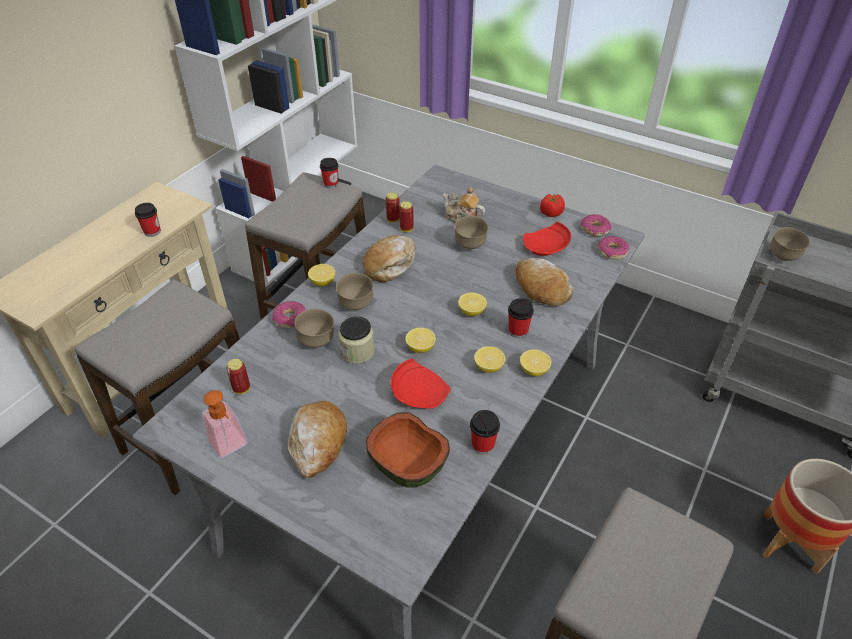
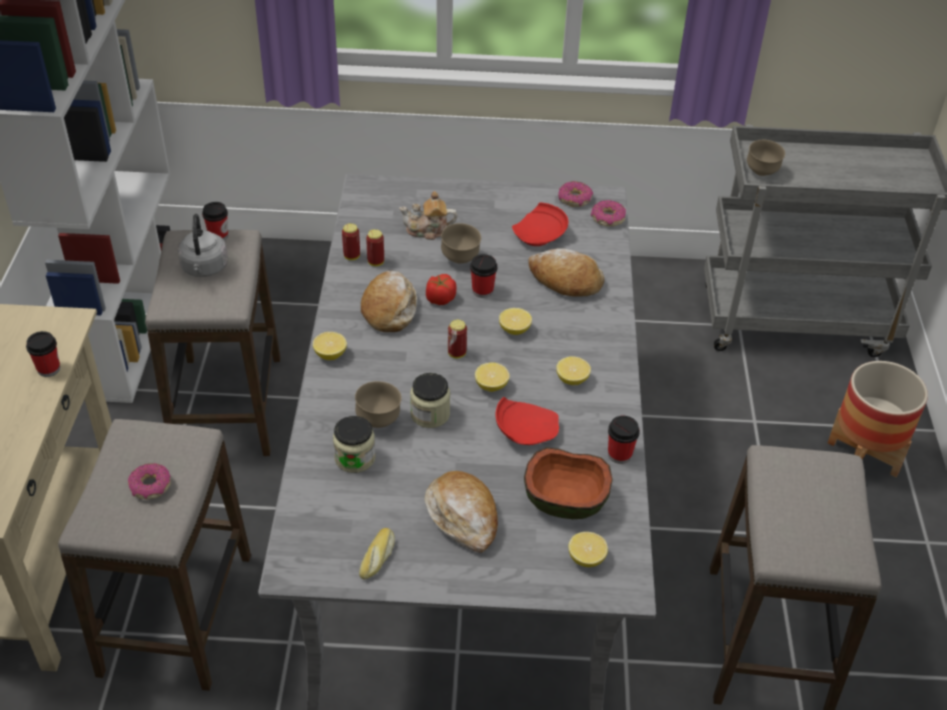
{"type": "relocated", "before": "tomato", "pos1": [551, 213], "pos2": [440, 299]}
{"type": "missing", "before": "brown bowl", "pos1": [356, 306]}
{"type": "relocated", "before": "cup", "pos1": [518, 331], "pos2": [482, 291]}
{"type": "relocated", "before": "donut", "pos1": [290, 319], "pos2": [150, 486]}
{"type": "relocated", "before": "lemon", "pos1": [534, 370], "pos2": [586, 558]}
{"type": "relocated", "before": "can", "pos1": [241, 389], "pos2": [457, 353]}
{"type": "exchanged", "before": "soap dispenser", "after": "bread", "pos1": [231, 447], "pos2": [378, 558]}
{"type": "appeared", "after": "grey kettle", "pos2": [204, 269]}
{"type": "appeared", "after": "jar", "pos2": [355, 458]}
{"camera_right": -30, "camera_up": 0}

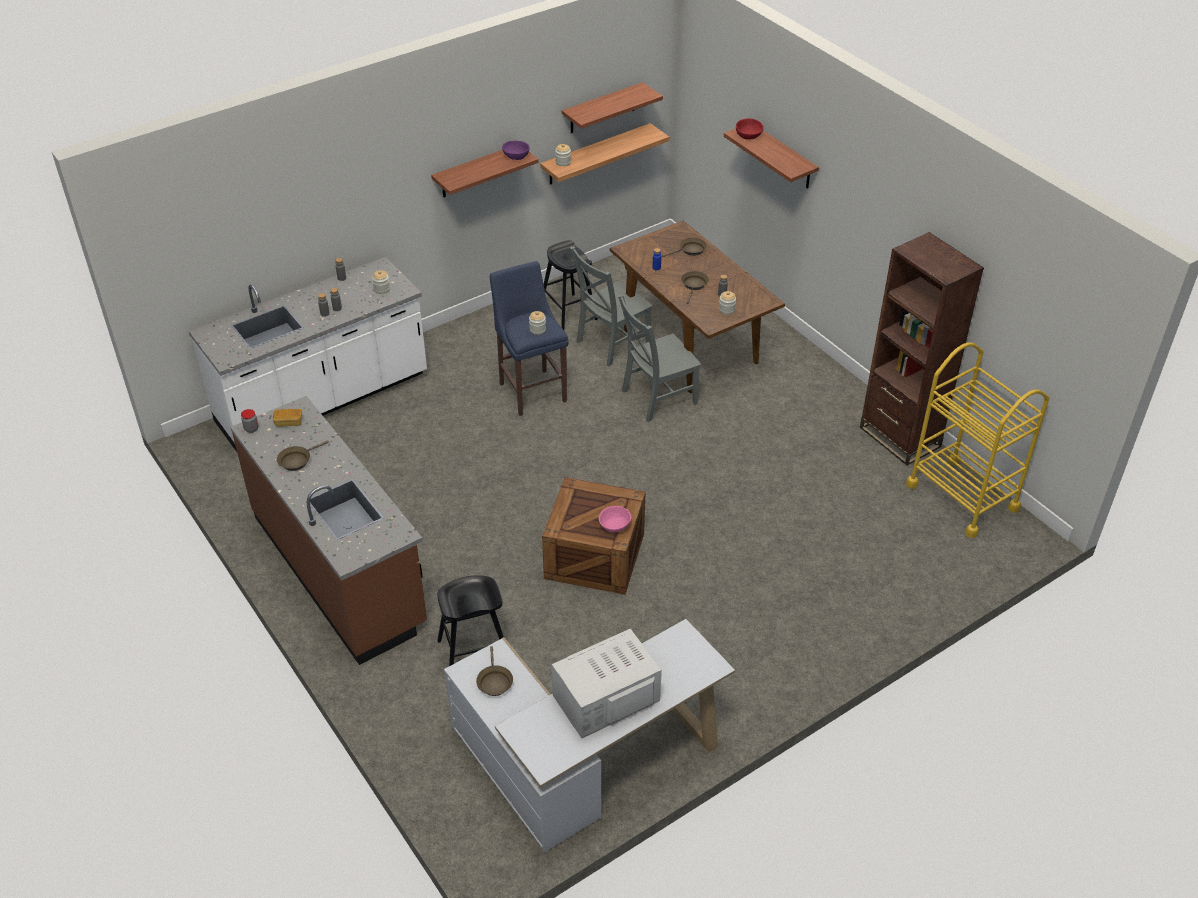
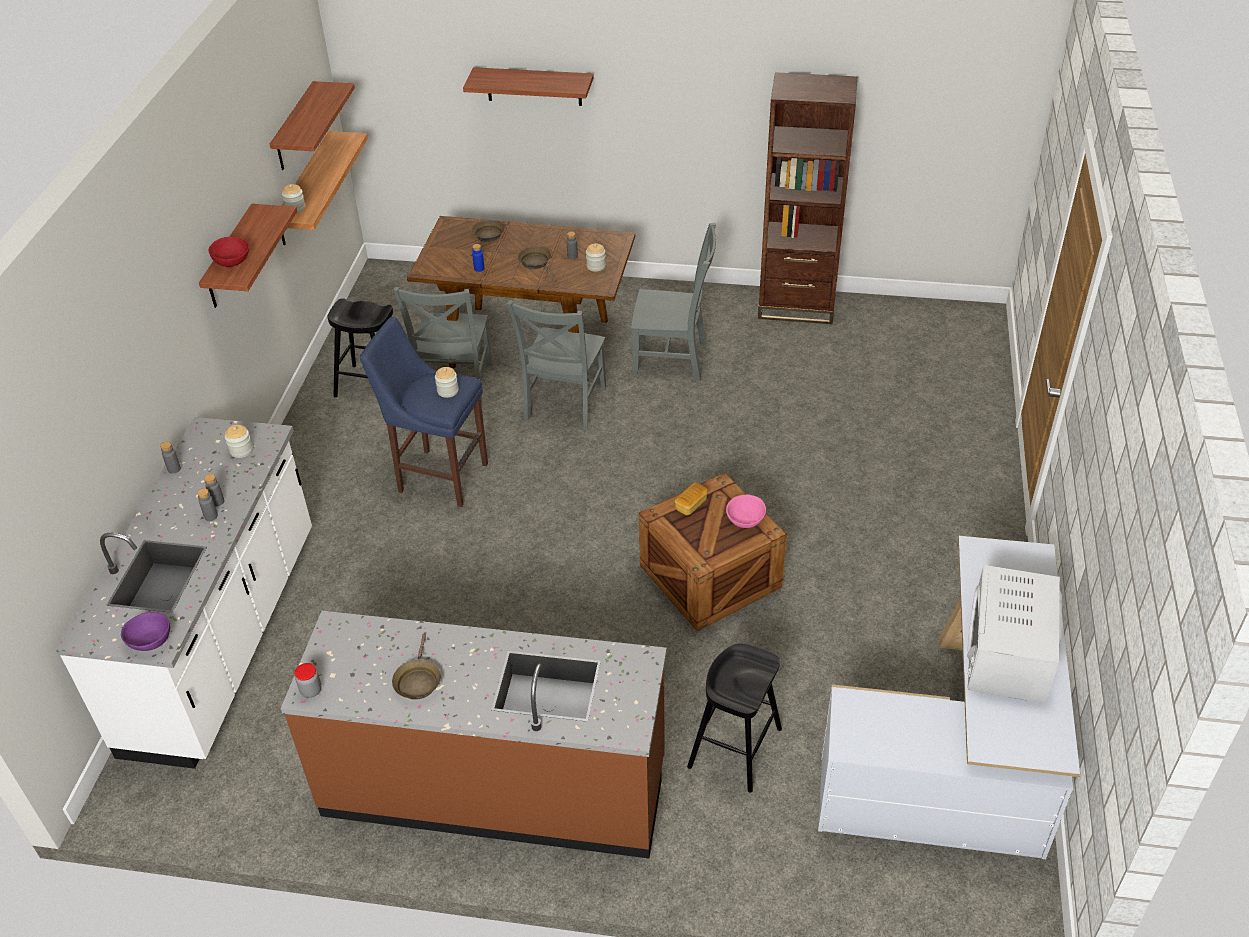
{"type": "relocated", "before": "red bowl", "pos1": [748, 136], "pos2": [231, 261]}
{"type": "relocated", "before": "purple bowl", "pos1": [516, 157], "pos2": [151, 641]}
{"type": "missing", "before": "yellow cart", "pos1": [962, 497]}
{"type": "relocated", "before": "bread", "pos1": [289, 422], "pos2": [691, 505]}
{"type": "missing", "before": "brown frying pan", "pos1": [494, 681]}
{"type": "appeared", "after": "grey chair", "pos2": [674, 359]}
{"camera_right": -45, "camera_up": 0}

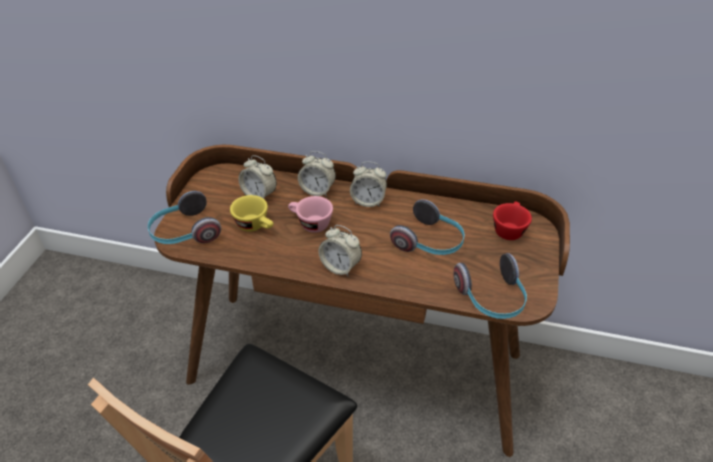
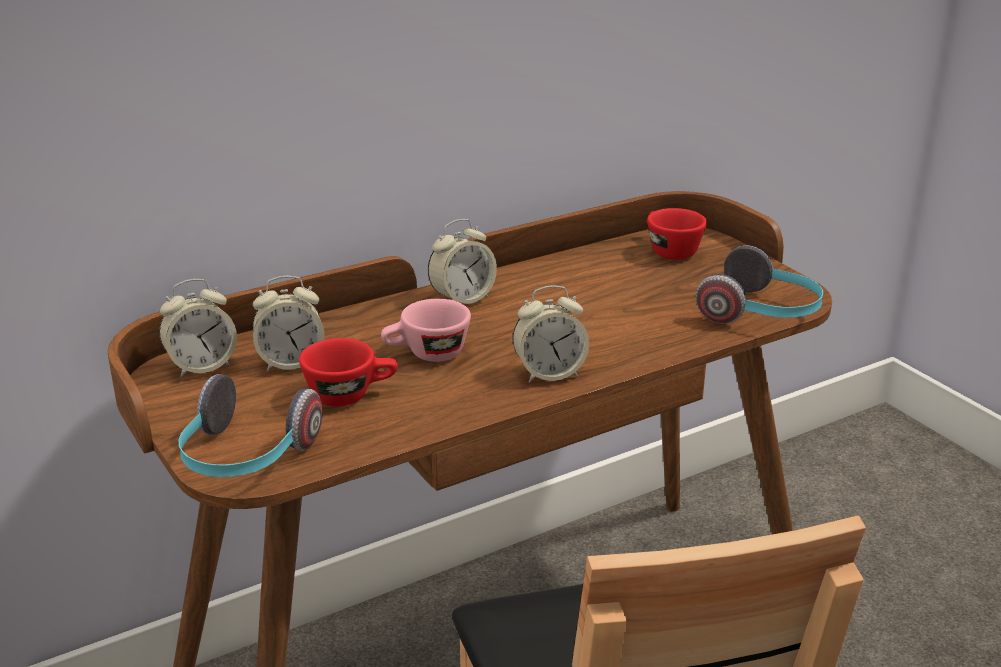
{"type": "relocated", "before": "alarm clock", "pos1": [317, 190], "pos2": [202, 366]}
{"type": "colour", "before": "yellow cup", "after": "red cup", "pos1": [256, 226], "pos2": [351, 394]}
{"type": "missing", "before": "headphones", "pos1": [430, 242]}
{"camera_right": -45, "camera_up": -15}

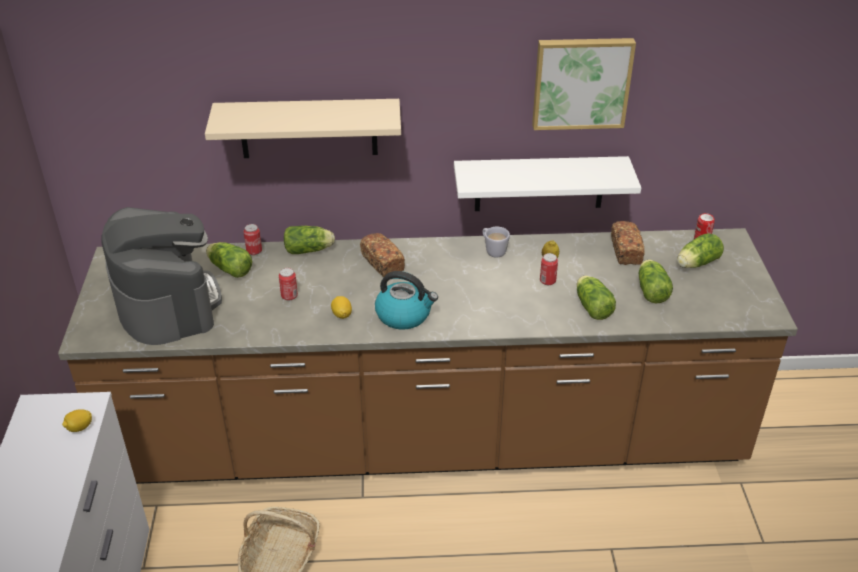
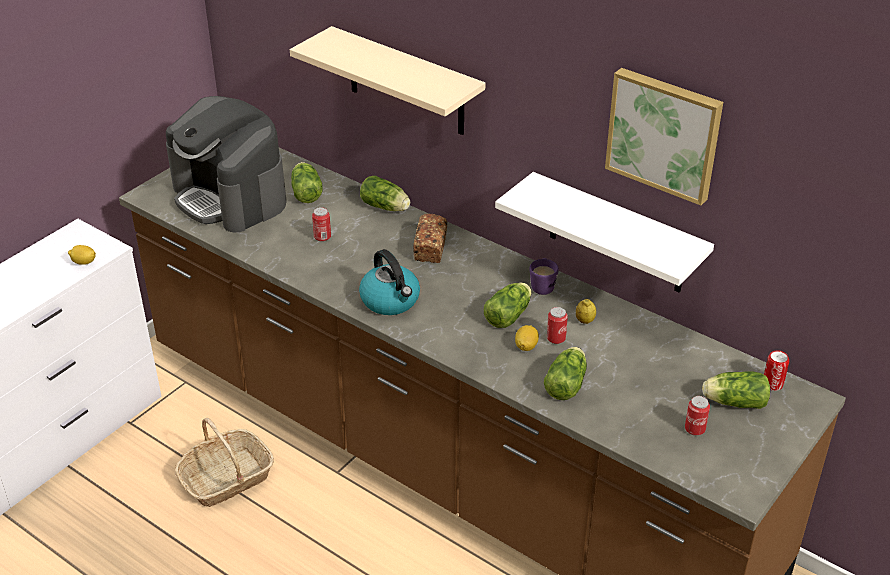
{"type": "spun", "before": "coffee machine", "pos1": [167, 303], "pos2": [230, 197], "turn": 120}
{"type": "missing", "before": "bread", "pos1": [626, 252]}
{"type": "relocated", "before": "can", "pos1": [254, 251], "pos2": [694, 429]}
{"type": "colour", "before": "white mug", "after": "purple mug", "pos1": [493, 250], "pos2": [542, 285]}
{"type": "relocated", "before": "lettuce", "pos1": [651, 290], "pos2": [509, 314]}
{"type": "relocated", "before": "lemon", "pos1": [342, 314], "pos2": [526, 346]}
{"camera_right": 40, "camera_up": 0}

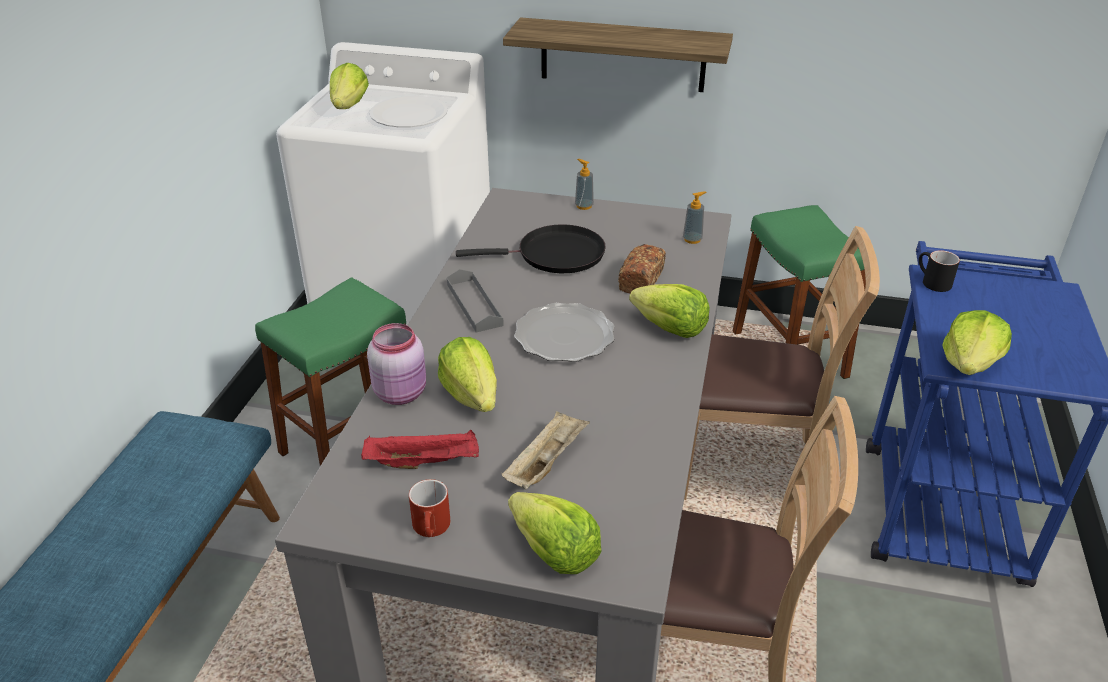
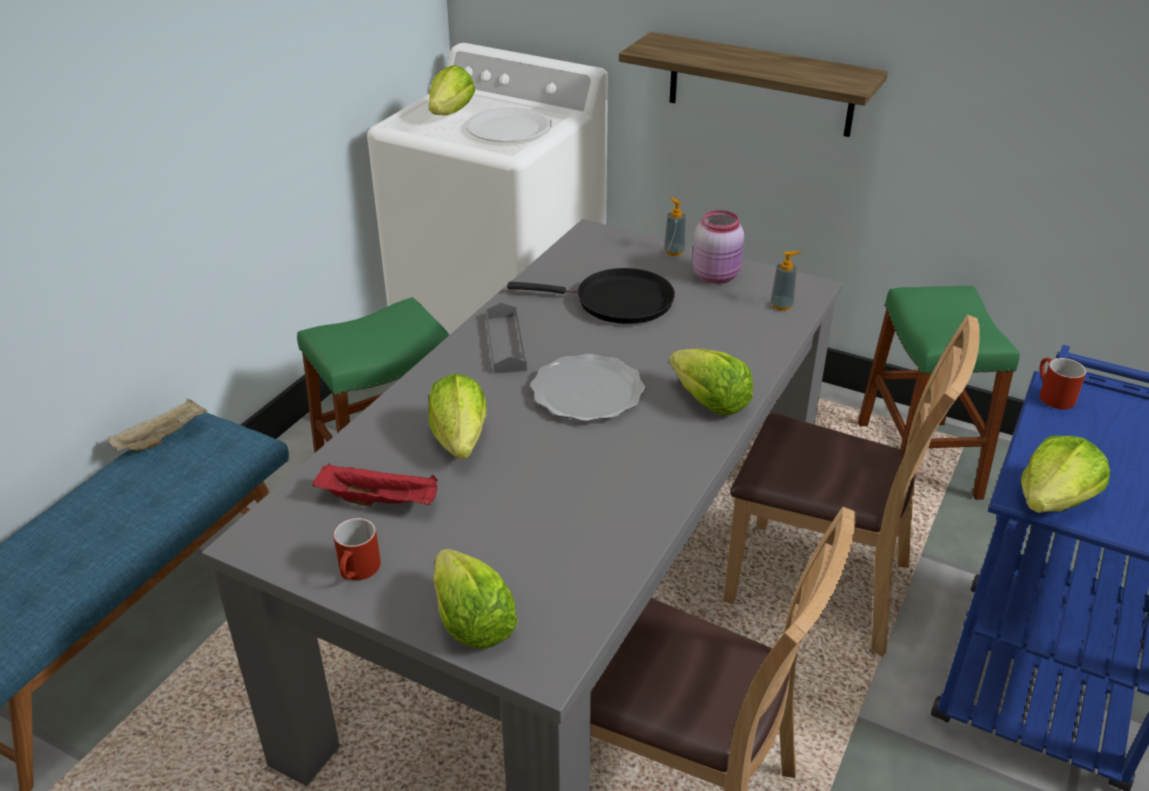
{"type": "missing", "before": "bread", "pos1": [641, 280]}
{"type": "colour", "before": "black mug", "after": "red mug", "pos1": [931, 282], "pos2": [1051, 395]}
{"type": "relocated", "before": "pink jar", "pos1": [402, 393], "pos2": [717, 276]}
{"type": "relocated", "before": "beige tray", "pos1": [546, 462], "pos2": [162, 437]}
{"camera_right": 15, "camera_up": 0}

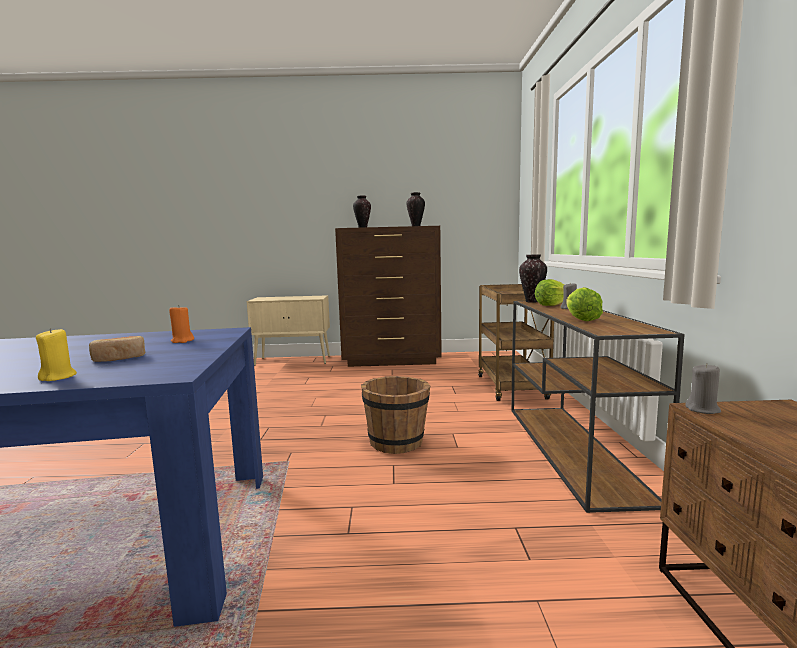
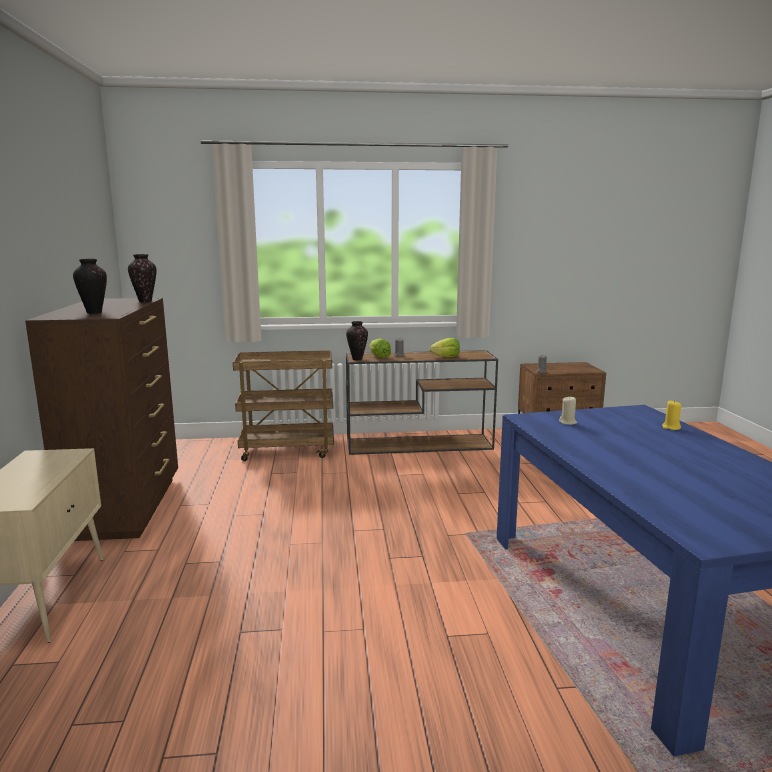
{"type": "colour", "before": "orange candle", "after": "beige candle", "pos1": [182, 341], "pos2": [568, 422]}
{"type": "missing", "before": "bread", "pos1": [119, 358]}
{"type": "missing", "before": "brown bucket", "pos1": [397, 442]}
{"camera_right": -95, "camera_up": 5}

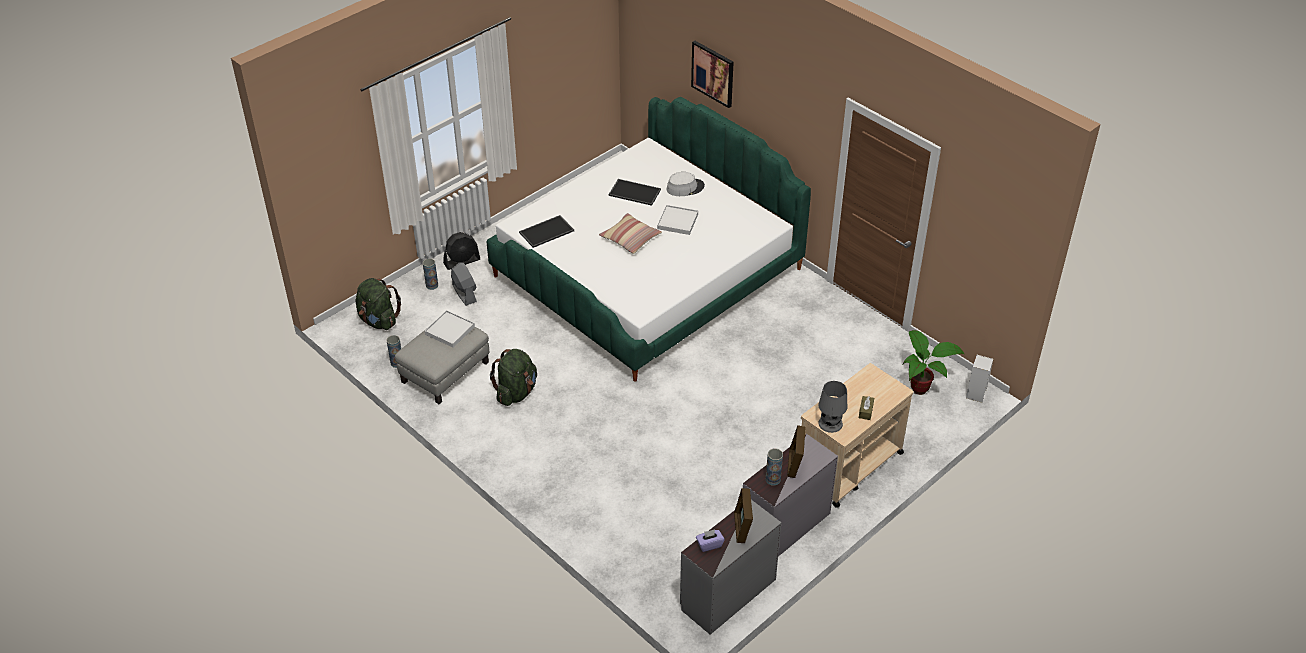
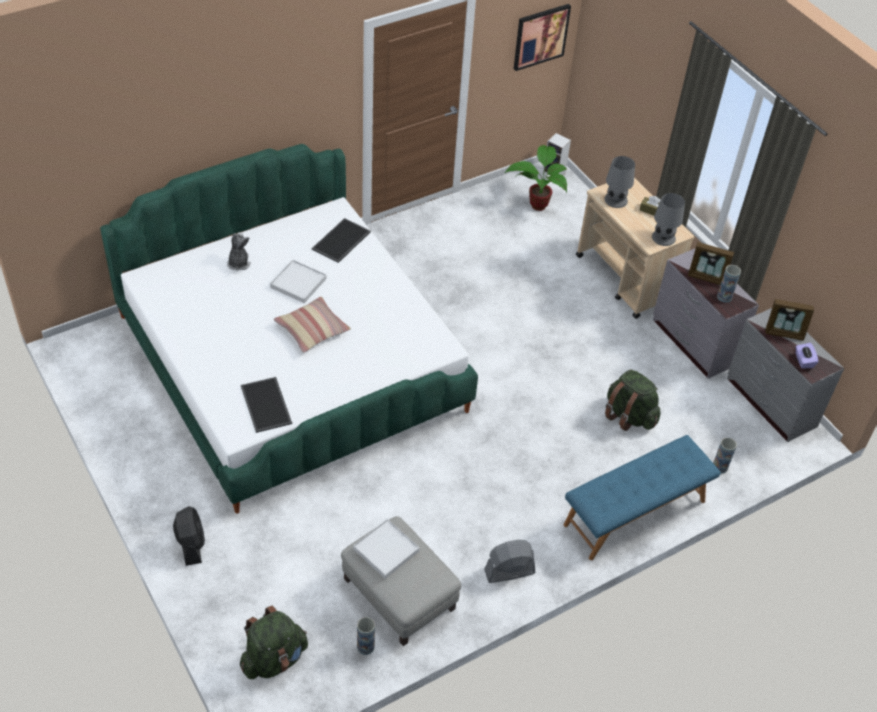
{"type": "relocated", "before": "picture", "pos1": [713, 73], "pos2": [540, 36]}
{"type": "exchanged", "before": "grey hat", "after": "plush toy", "pos1": [685, 187], "pos2": [238, 263]}
{"type": "relocated", "before": "tray", "pos1": [634, 193], "pos2": [341, 241]}
{"type": "relocated", "before": "vase", "pos1": [432, 285], "pos2": [720, 467]}
{"type": "relocated", "before": "grey fan", "pos1": [464, 293], "pos2": [509, 571]}
{"type": "relocated", "before": "green backpack", "pos1": [516, 392], "pos2": [629, 415]}
{"type": "appeared", "after": "grey table lamp", "pos2": [615, 200]}
{"type": "appeared", "after": "blue bench", "pos2": [635, 513]}
{"camera_right": -80, "camera_up": 5}

